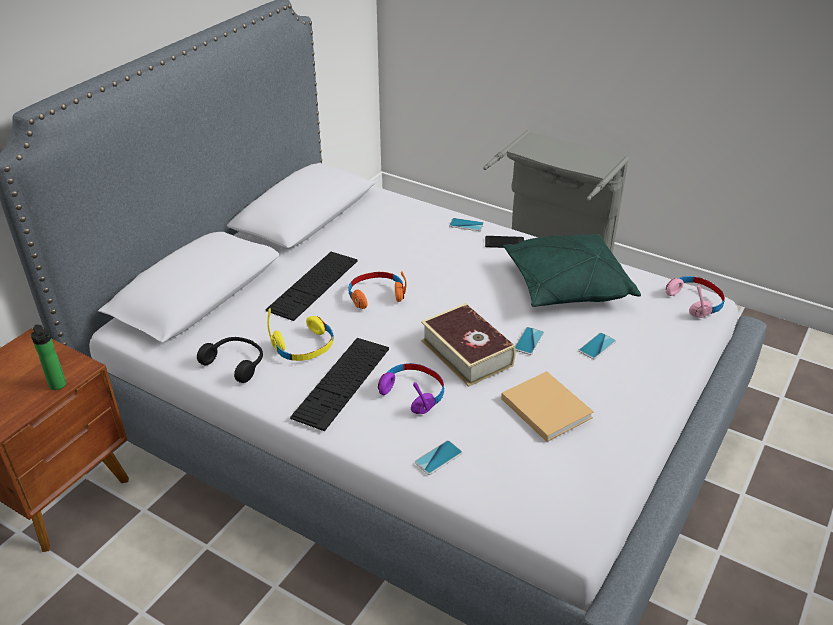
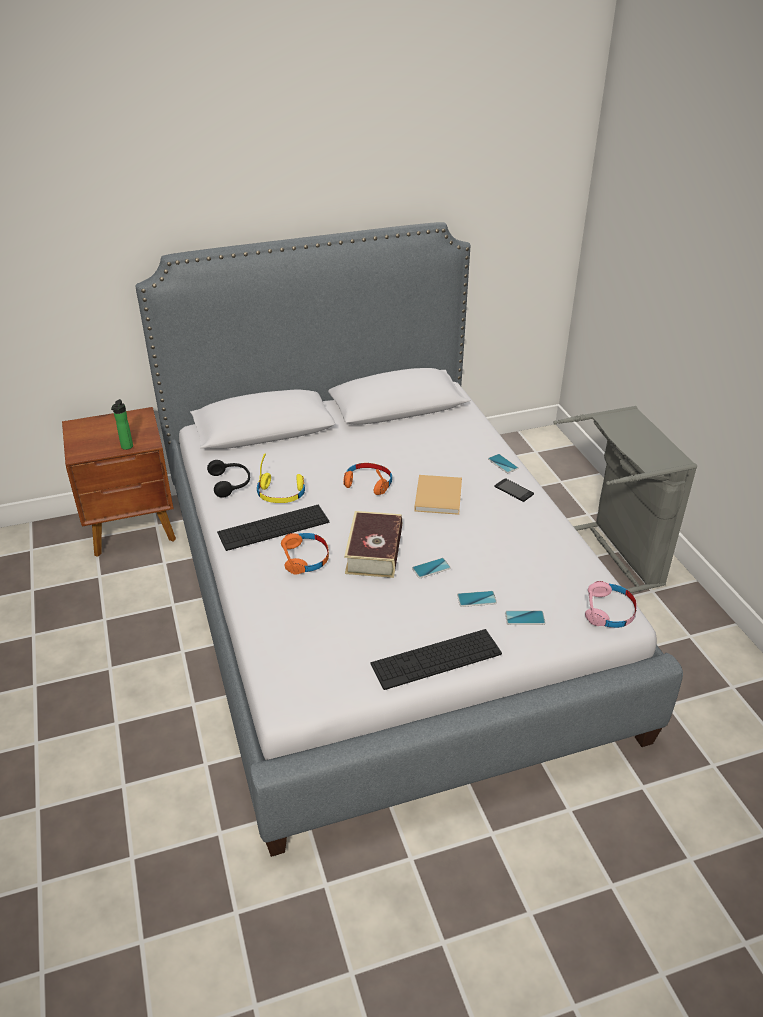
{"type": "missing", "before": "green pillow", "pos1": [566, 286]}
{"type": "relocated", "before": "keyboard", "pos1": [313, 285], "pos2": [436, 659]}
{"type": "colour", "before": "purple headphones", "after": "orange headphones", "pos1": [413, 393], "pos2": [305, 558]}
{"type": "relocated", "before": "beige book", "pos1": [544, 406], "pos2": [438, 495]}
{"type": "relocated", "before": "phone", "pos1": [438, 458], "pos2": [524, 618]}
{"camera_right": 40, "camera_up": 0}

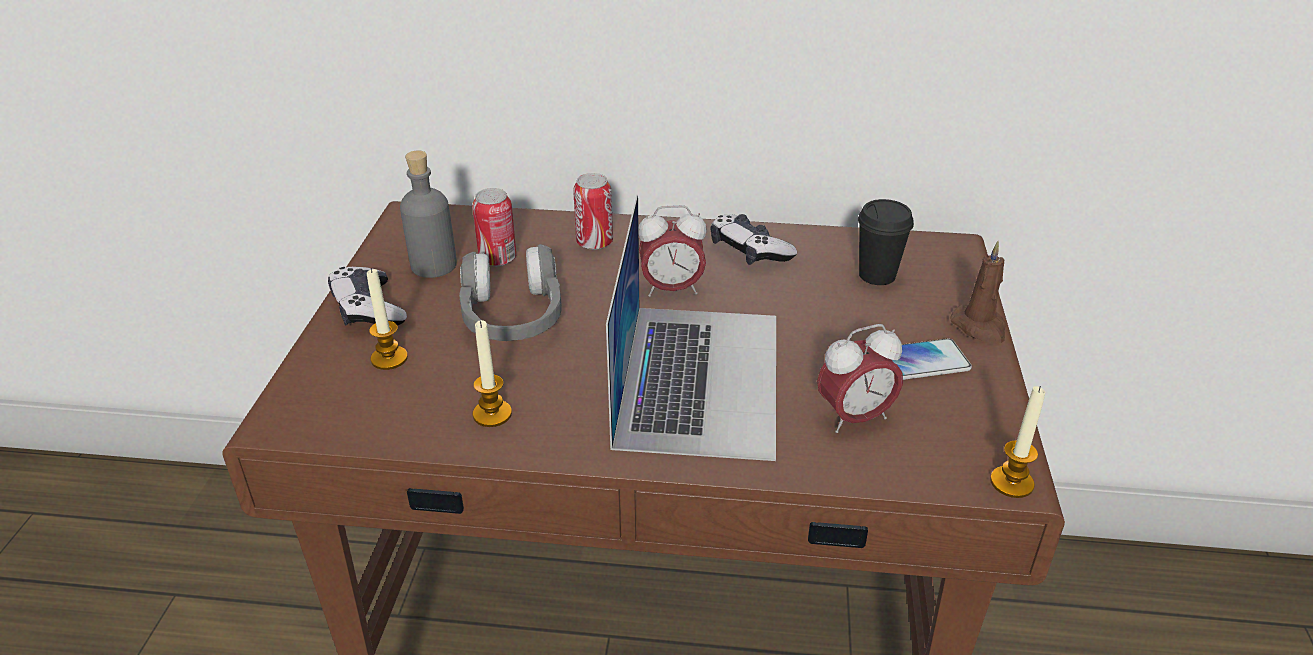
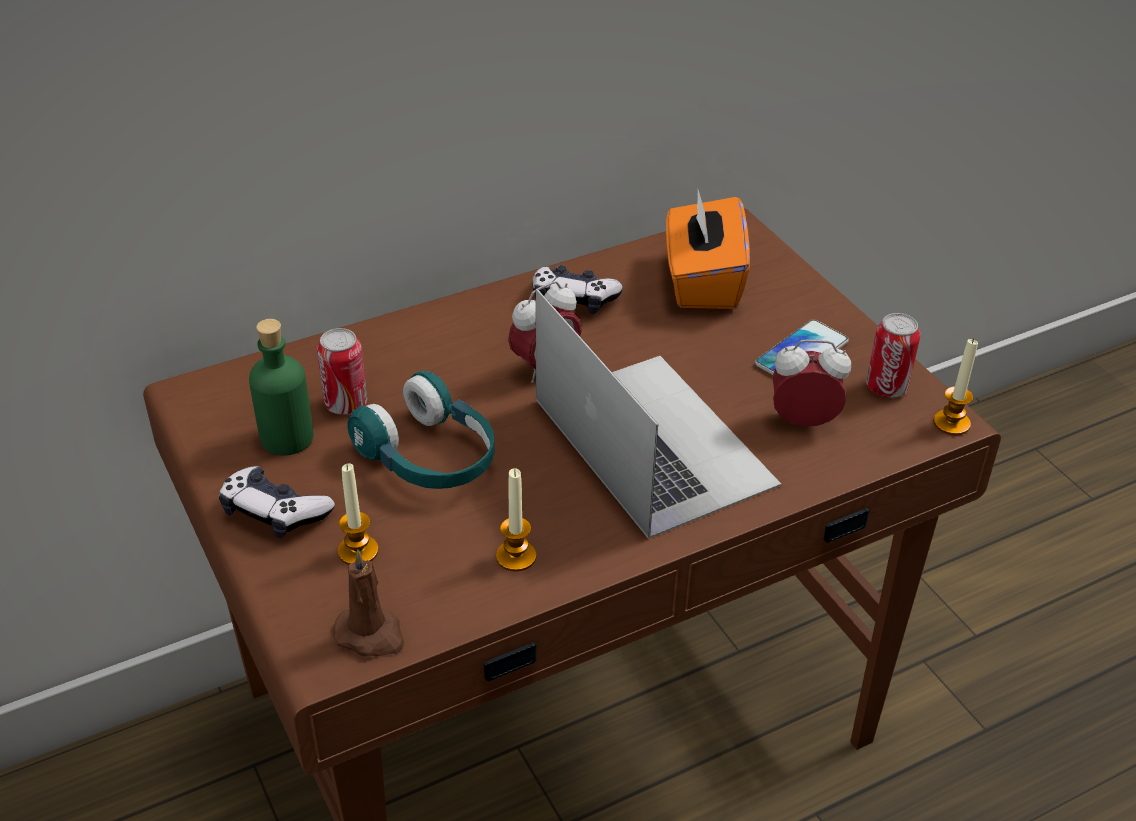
{"type": "colour", "before": "grey bottle", "after": "green bottle", "pos1": [433, 265], "pos2": [287, 438]}
{"type": "relocated", "before": "can", "pos1": [594, 243], "pos2": [886, 387]}
{"type": "exchanged", "before": "black cup", "after": "orange tissue box", "pos1": [877, 275], "pos2": [702, 282]}
{"type": "relocated", "before": "brown candle", "pos1": [980, 327], "pos2": [371, 635]}
{"type": "colour", "before": "grey headphones", "after": "turquoise headphones", "pos1": [512, 317], "pos2": [429, 457]}
{"type": "spun", "before": "alarm clock", "pos1": [854, 418], "pos2": [803, 421], "turn": -120}
{"camera_right": -35, "camera_up": 5}

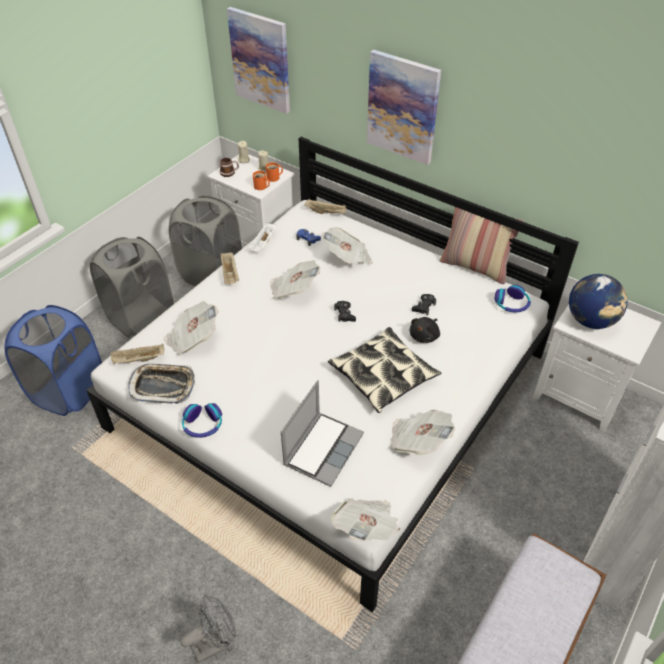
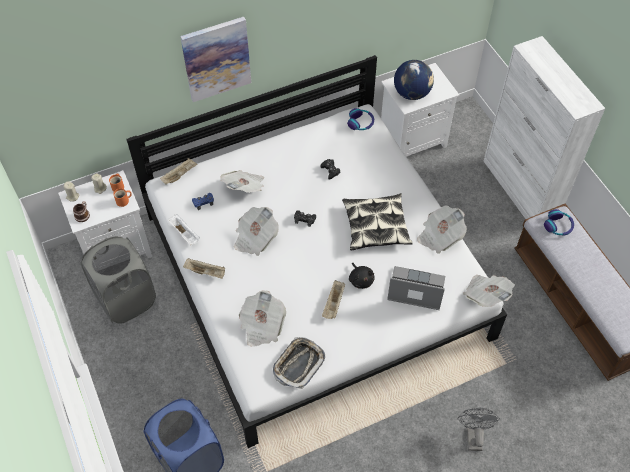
{"type": "missing", "before": "picture", "pos1": [261, 60]}
{"type": "missing", "before": "pillow", "pos1": [475, 267]}
{"type": "missing", "before": "grey laundry basket", "pos1": [141, 318]}
{"type": "relocated", "before": "black plush toy", "pos1": [425, 336], "pos2": [361, 280]}
{"type": "relocated", "before": "beige tray", "pos1": [138, 360], "pos2": [334, 304]}
{"type": "spun", "before": "laptop", "pos1": [323, 448], "pos2": [415, 290], "turn": -45}
{"type": "relocated", "before": "headphones", "pos1": [202, 425], "pos2": [558, 226]}
{"camera_right": -60, "camera_up": 10}

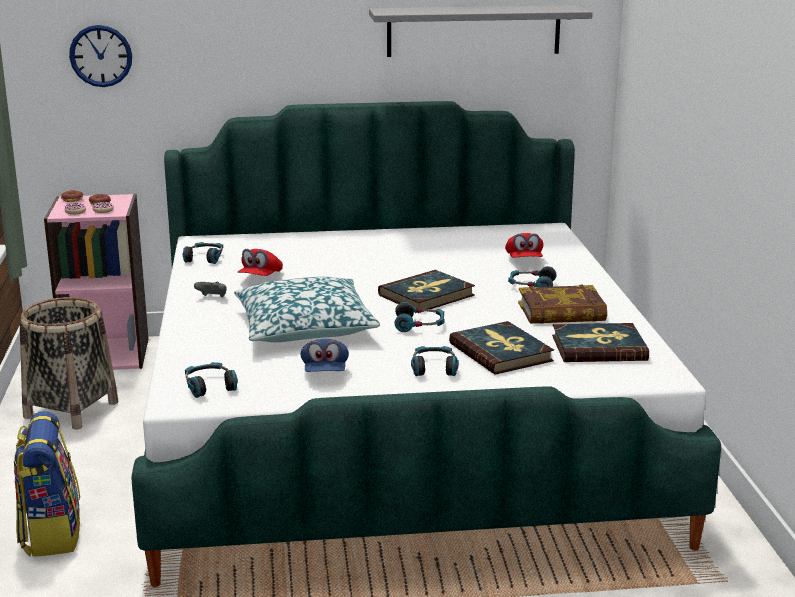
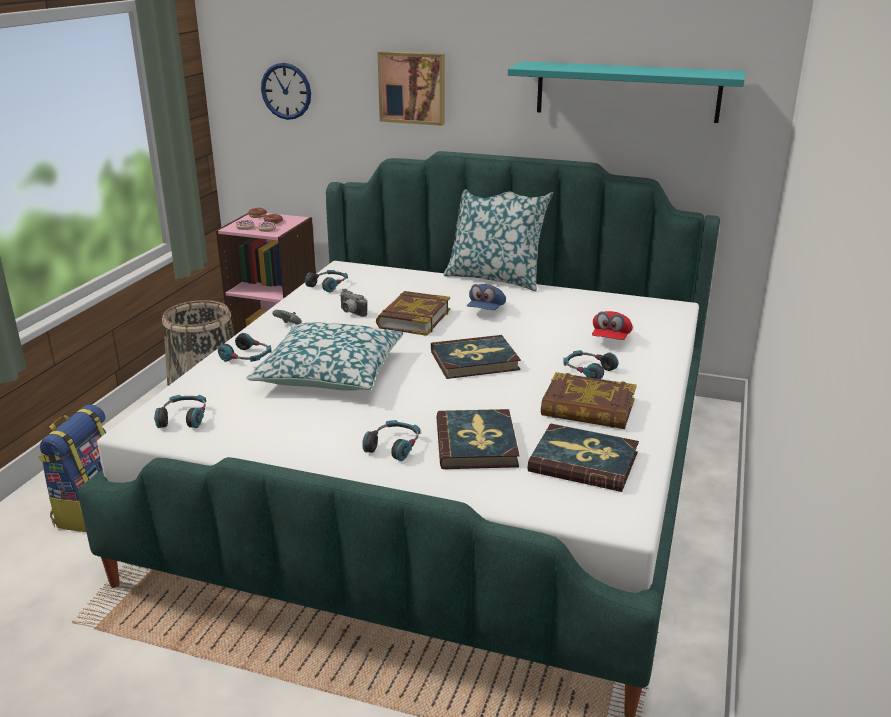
{"type": "colour", "before": "grey shelf", "after": "turquoise shelf", "pos1": [473, 31], "pos2": [627, 91]}
{"type": "exchanged", "before": "red cap", "after": "photo camera", "pos1": [260, 277], "pos2": [350, 313]}
{"type": "relocated", "before": "headphones", "pos1": [419, 325], "pos2": [247, 357]}
{"type": "relocated", "before": "blue cap", "pos1": [325, 373], "pos2": [486, 310]}
{"type": "appeared", "after": "picture", "pos2": [412, 87]}
{"type": "appeared", "after": "pillow", "pos2": [495, 278]}
{"type": "appeared", "after": "book", "pos2": [413, 319]}
{"camera_right": 25, "camera_up": 5}

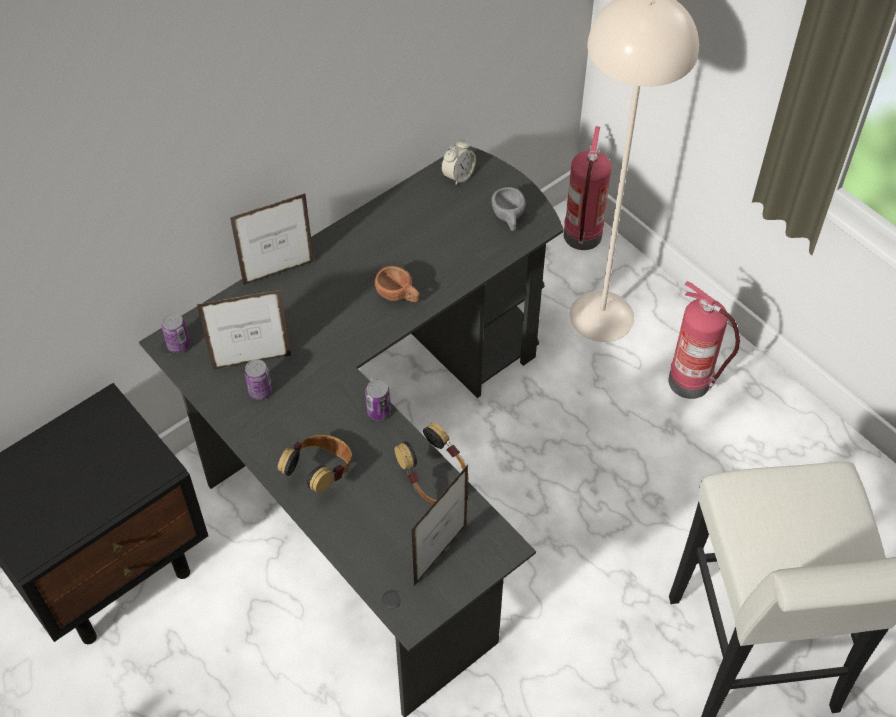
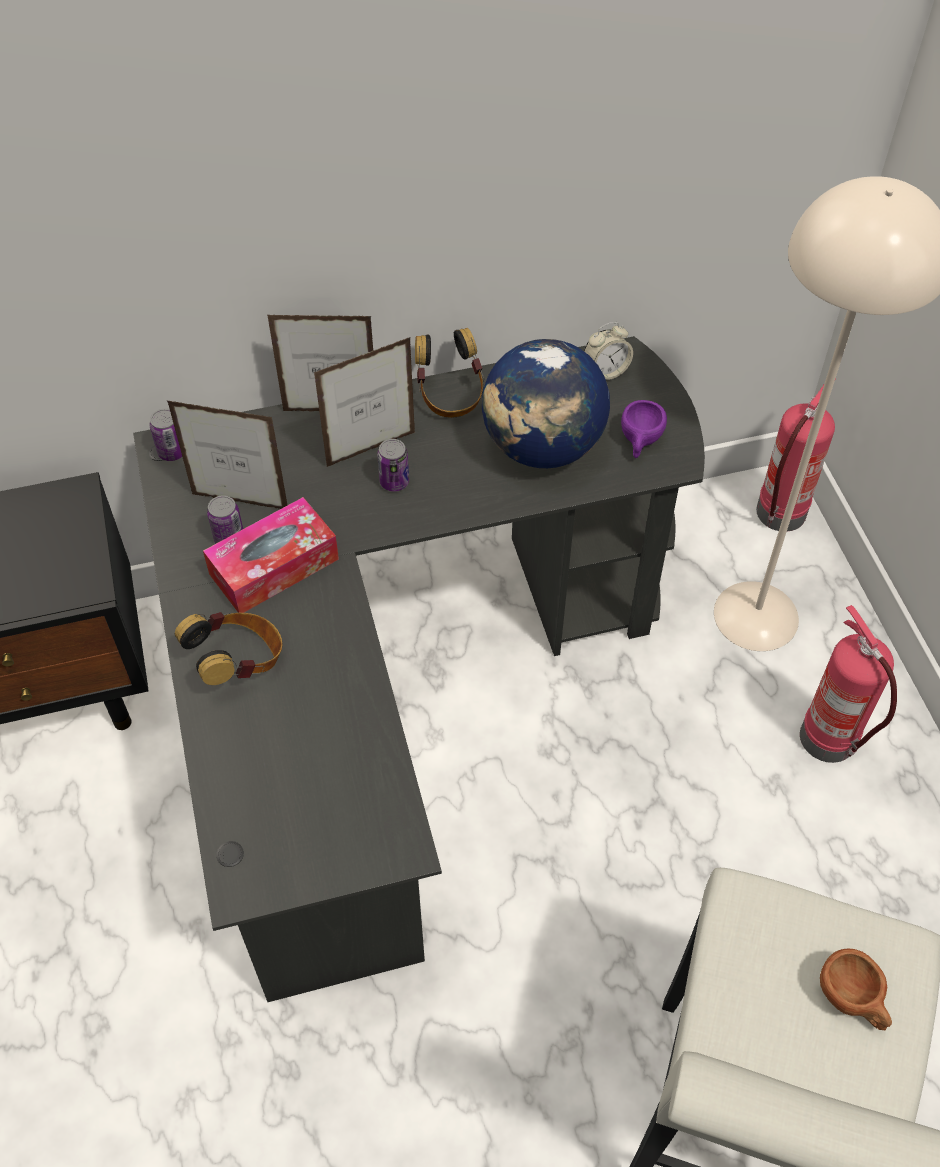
{"type": "colour", "before": "grey cup", "after": "purple cup", "pos1": [508, 218], "pos2": [640, 442]}
{"type": "relocated", "before": "brown cup", "pos1": [398, 296], "pos2": [852, 1000]}
{"type": "relocated", "before": "can", "pos1": [378, 411], "pos2": [394, 482]}
{"type": "relocated", "before": "headphones", "pos1": [435, 480], "pos2": [450, 395]}
{"type": "relocated", "before": "picture frame", "pos1": [440, 554], "pos2": [371, 449]}
{"type": "appeared", "after": "globe", "pos2": [542, 447]}
{"type": "appeared", "after": "tissue box", "pos2": [274, 566]}
{"camera_right": 25, "camera_up": 0}

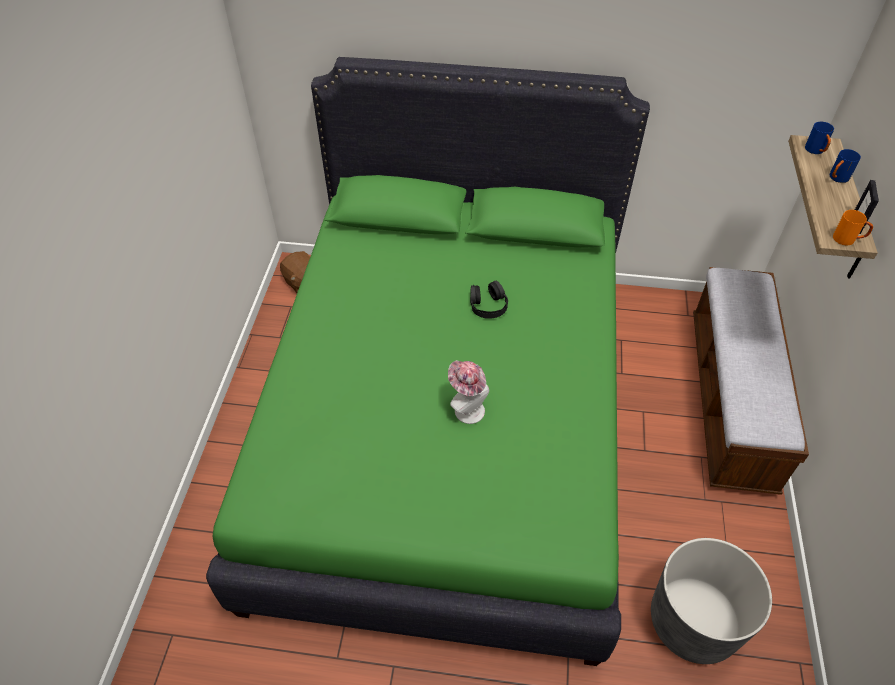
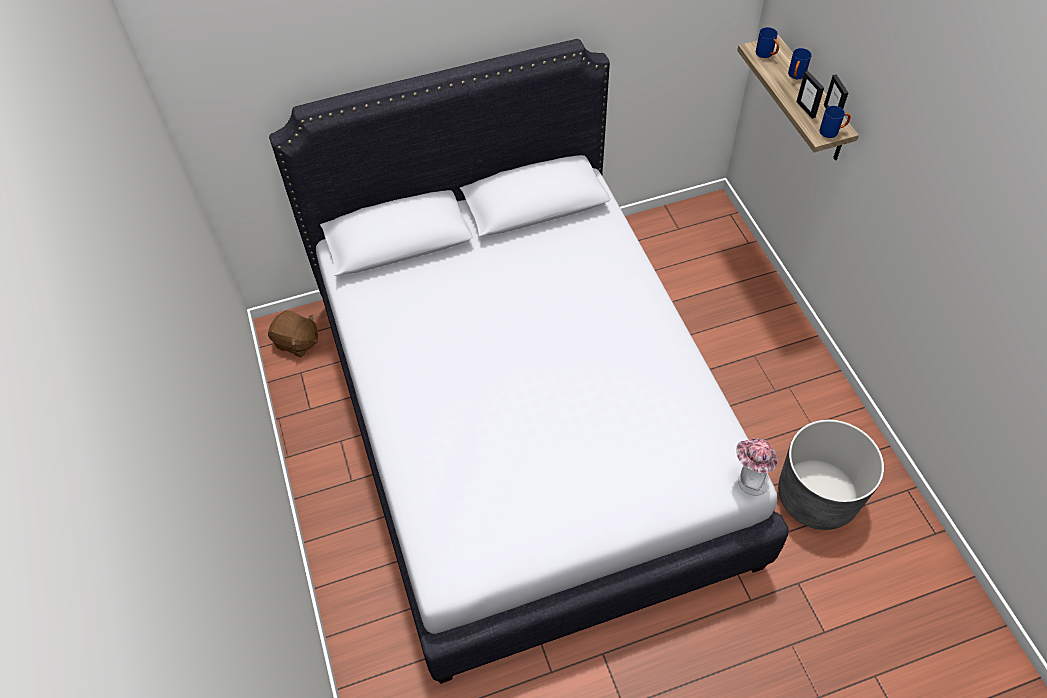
{"type": "colour", "before": "green bed", "after": "white bed", "pos1": [446, 426], "pos2": [524, 424]}
{"type": "colour", "before": "orange mug", "after": "blue mug", "pos1": [848, 240], "pos2": [832, 131]}
{"type": "missing", "before": "bench", "pos1": [730, 400]}
{"type": "missing", "before": "black headphones", "pos1": [488, 305]}
{"type": "relocated", "before": "hat", "pos1": [466, 408], "pos2": [749, 480]}
{"type": "appeared", "after": "picture frame", "pos2": [806, 109]}
{"camera_right": -25, "camera_up": 5}

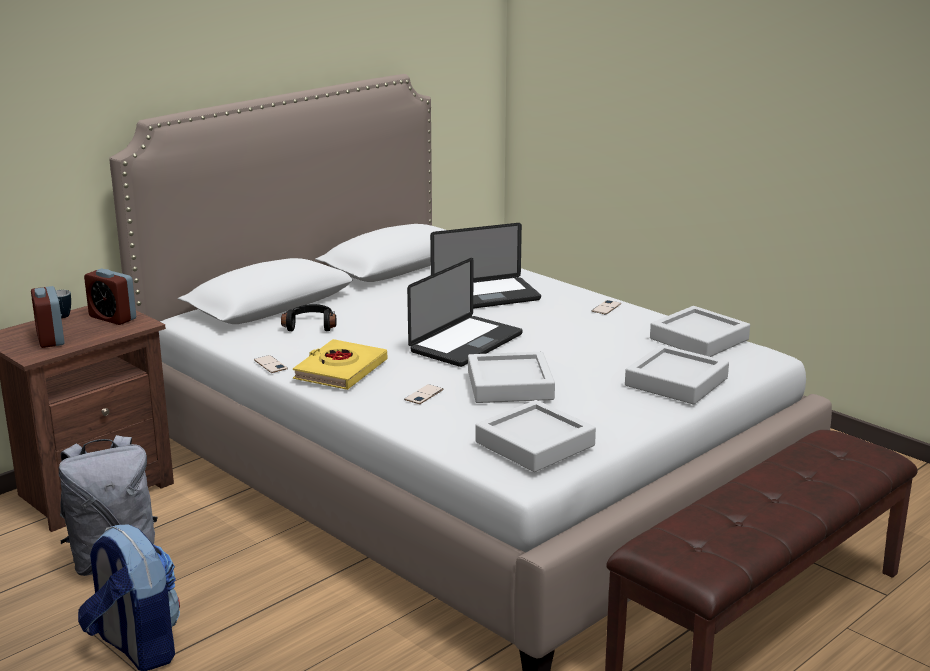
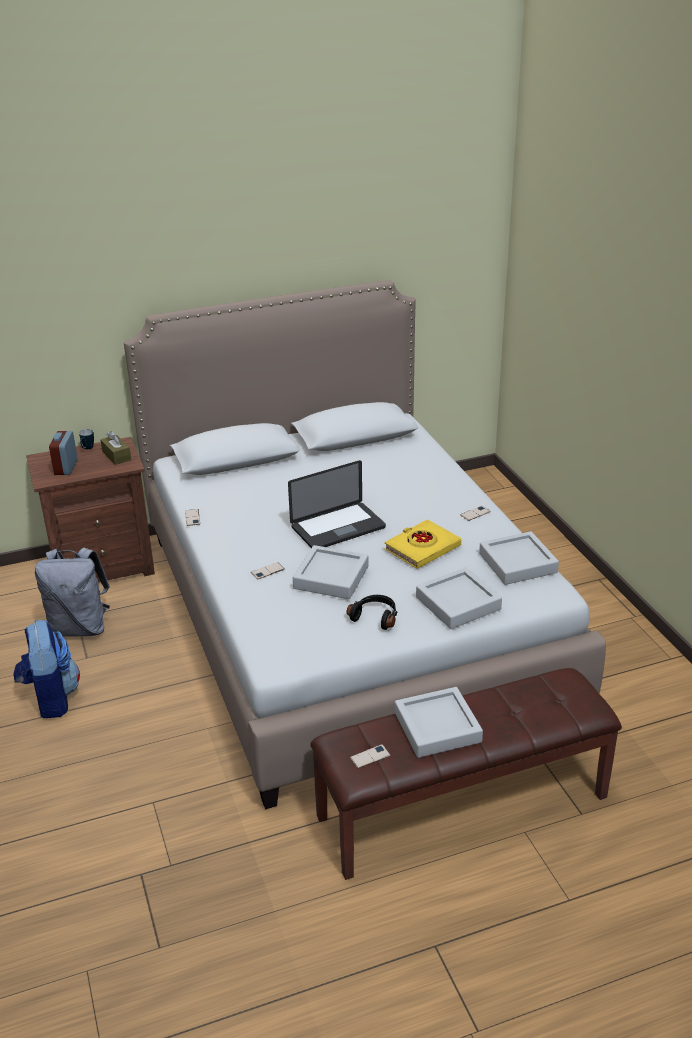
{"type": "missing", "before": "laptop", "pos1": [485, 296]}
{"type": "exchanged", "before": "alarm clock", "after": "brown tissue box", "pos1": [112, 318], "pos2": [116, 455]}
{"type": "relocated", "before": "black headphones", "pos1": [311, 325], "pos2": [375, 617]}
{"type": "relocated", "before": "yellow book", "pos1": [340, 371], "pos2": [422, 548]}
{"type": "relocated", "before": "grey tray", "pos1": [535, 444], "pos2": [437, 727]}
{"type": "appeared", "after": "phone", "pos2": [370, 756]}
{"camera_right": 25, "camera_up": 10}

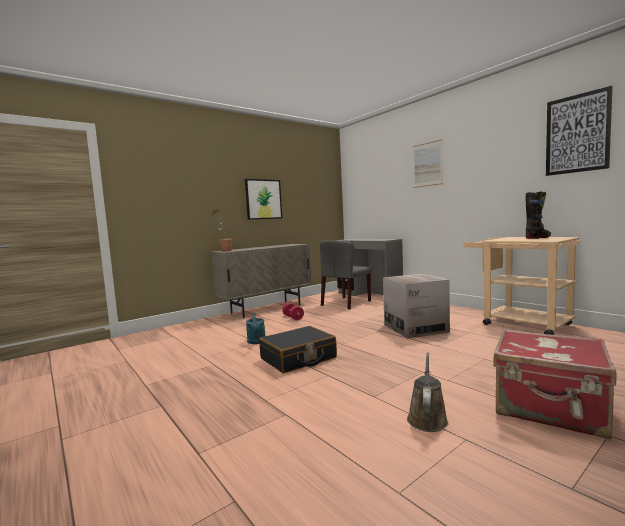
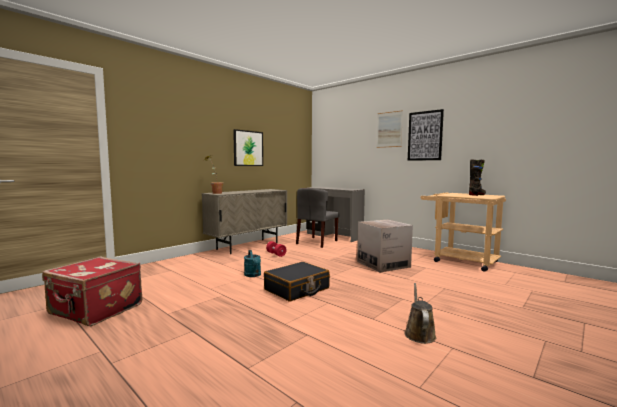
{"type": "relocated", "before": "picture", "pos1": [577, 134], "pos2": [425, 136]}
{"type": "relocated", "before": "red suitcase", "pos1": [549, 409], "pos2": [95, 310]}
{"camera_right": -10, "camera_up": 0}

